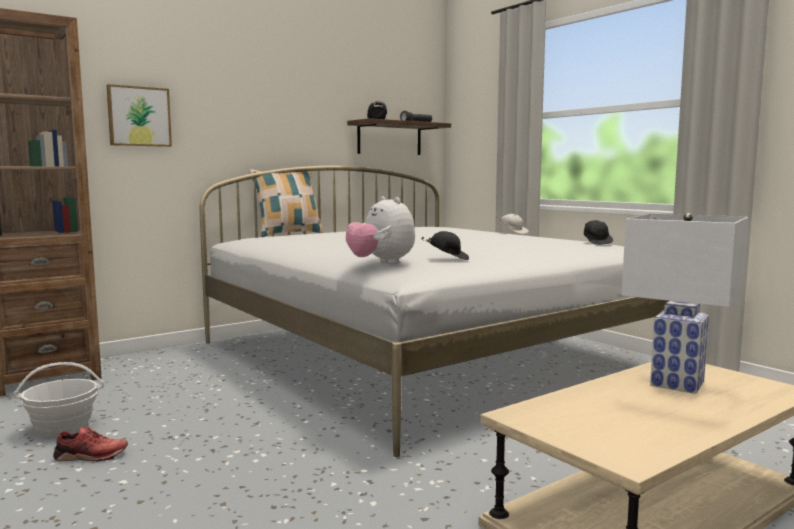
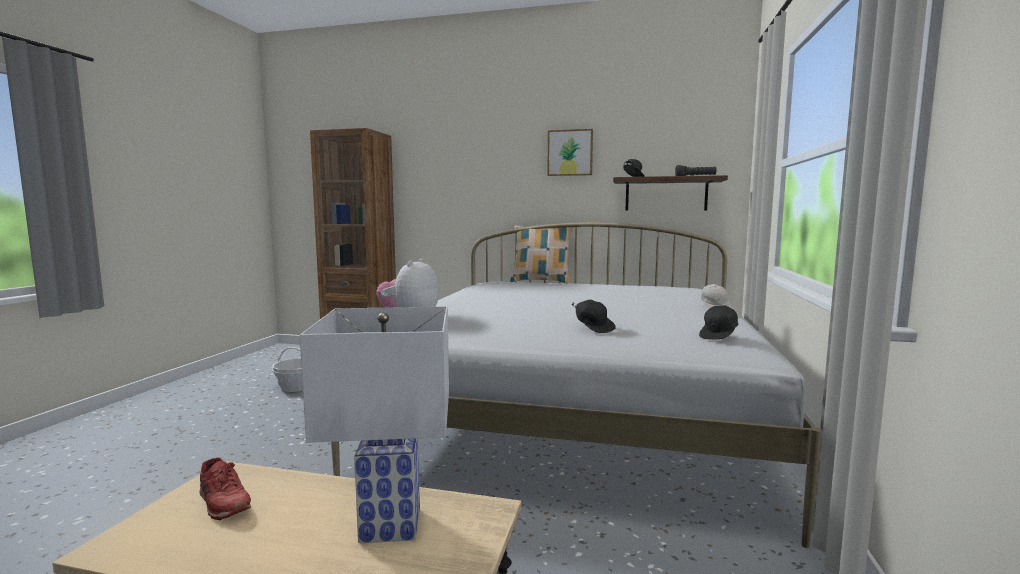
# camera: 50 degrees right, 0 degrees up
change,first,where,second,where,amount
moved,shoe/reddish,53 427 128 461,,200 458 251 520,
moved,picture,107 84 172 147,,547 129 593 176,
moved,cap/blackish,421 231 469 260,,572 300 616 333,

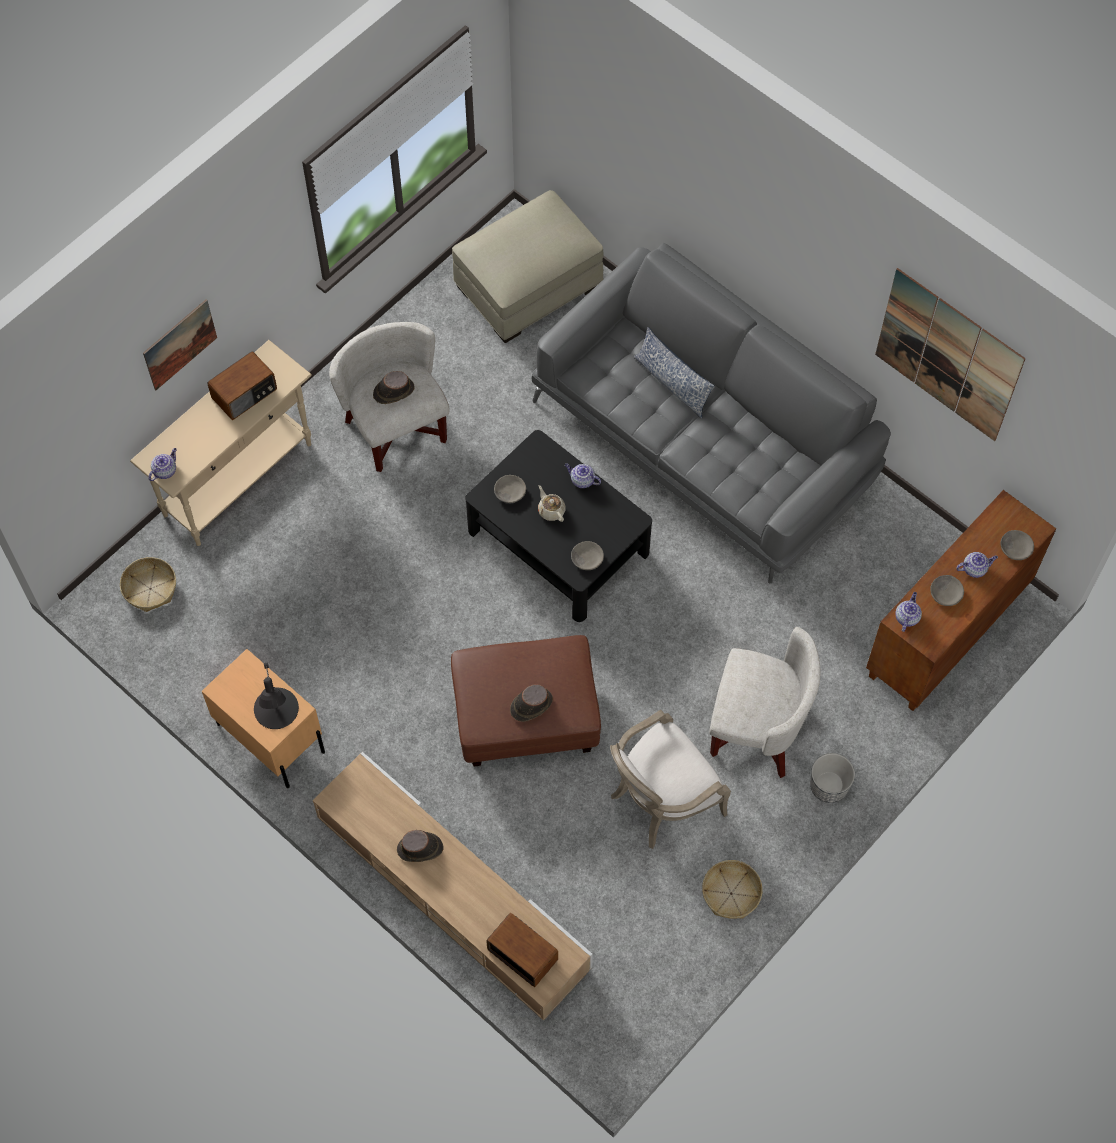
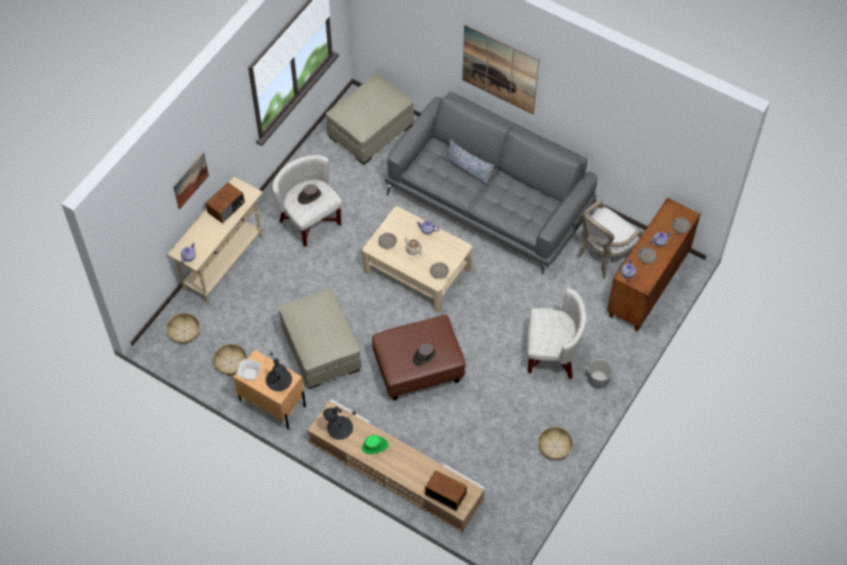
# camera: 10 degrees left, 5 degrees down
change,first,where,second,where,amount
added,,,household basket,213 344 247 376,
added,,,serving bowl,237 359 261 380,
added,,,ottoman/beige-coloured,279 288 362 389,
added,,,tabletop lamp/blackish,323 406 356 440,
moved,lounge chair,610 710 731 849,,576 199 643 278,
moved,picture,875 268 1026 441,,462 25 539 115,
recoloured,clothing hat/brown-coloured,397 830 444 862,clothing hat/greenish,362 435 389 454,
recoloured,lounge table/blackish,465 430 652 622,lounge table/beige-coloured,362 207 472 312,

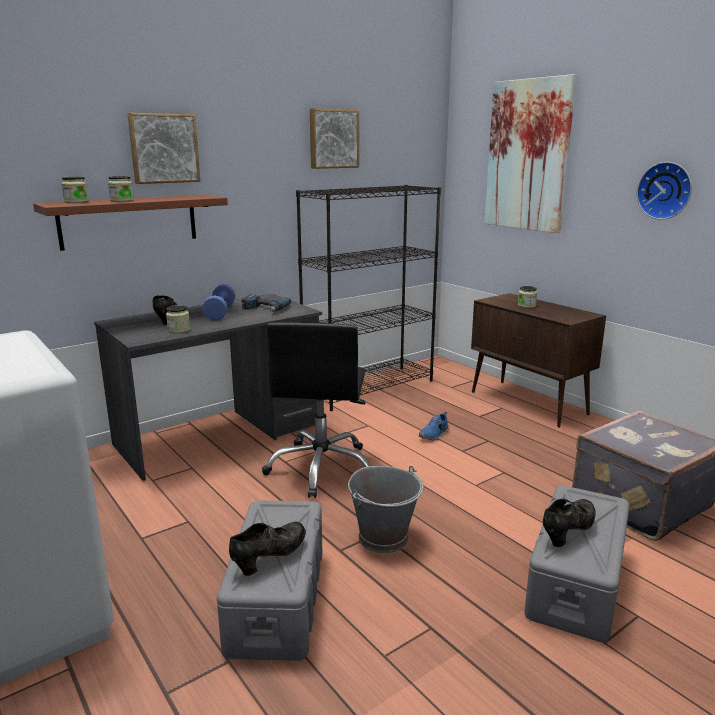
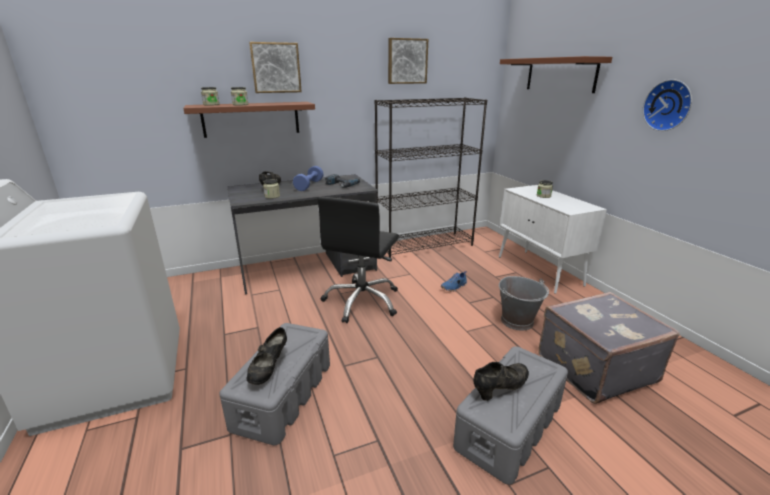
# camera: 15 degrees right, 5 degrees up
change,first,where,second,where,amount
moved,bucket/gray,348 466 424 553,,499 276 549 331,
replaced,picture,485 74 577 233,shelf/brown-coloured,500 56 612 93,
recoloured,storage cabinet/brown-coloured,471 293 606 428,storage cabinet/white,499 185 607 294,
turned,shoe/blackish,229 522 306 576,,247 327 287 385,135 degrees clockwise

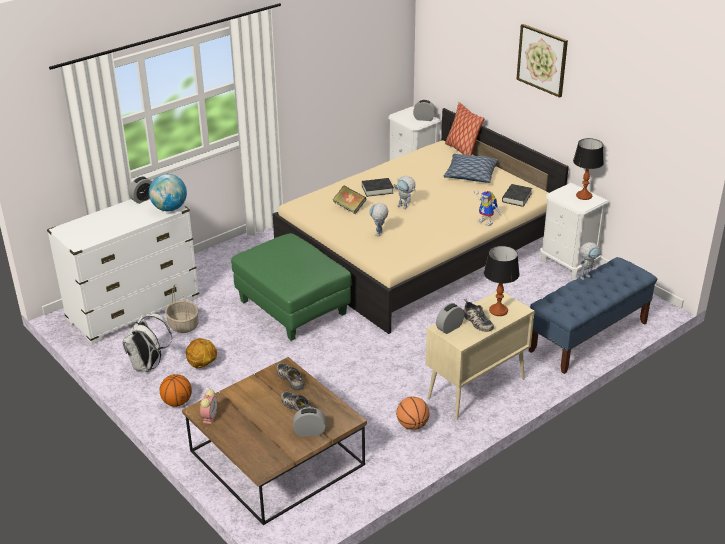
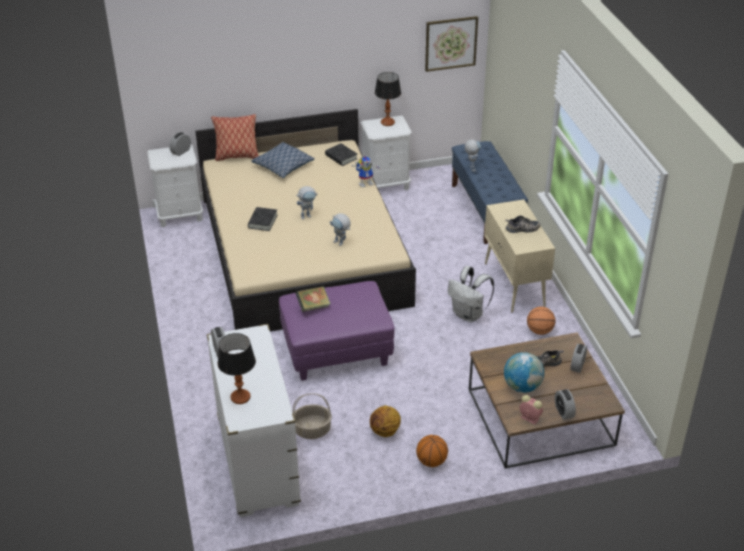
# camera: 65 degrees left, 5 degrees up
change,first,where,second,where,amount
removed,shoe,276 363 304 391,,,
moved,rucksack/white,122 313 172 372,,448 266 494 322,
moved,world globe,149 174 187 211,,504 352 544 393,
moved,book,333 185 367 214,,295 286 331 312,
moved,alarm clock,436 303 464 334,,555 389 576 420,
moved,tabletop lamp,484 246 520 316,,218 333 256 404,
moved,picture,516 24 568 98,,425 16 478 72,
recoloured,ottoman/greenish,231 233 351 341,ottoman/purplish,279 281 395 381,

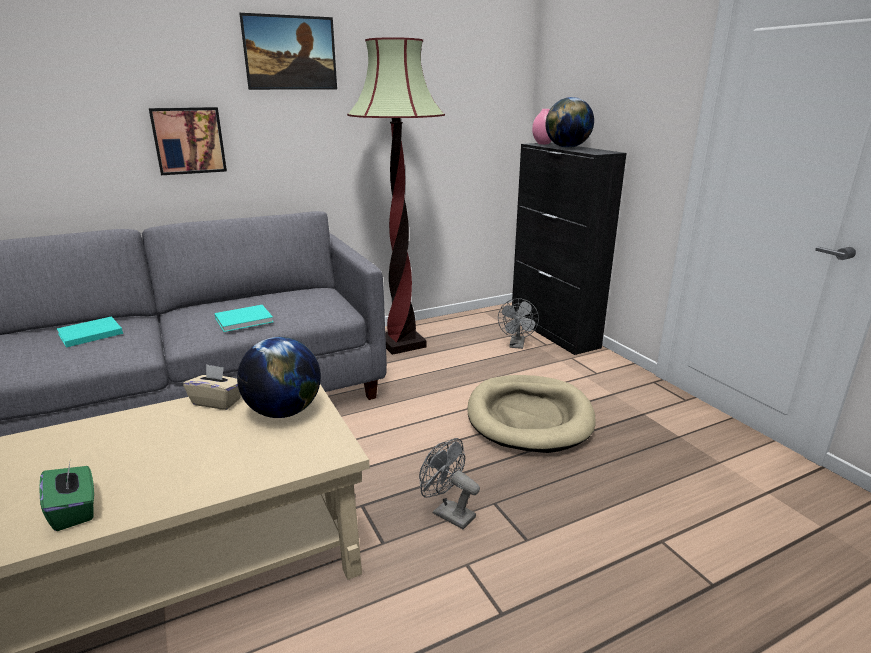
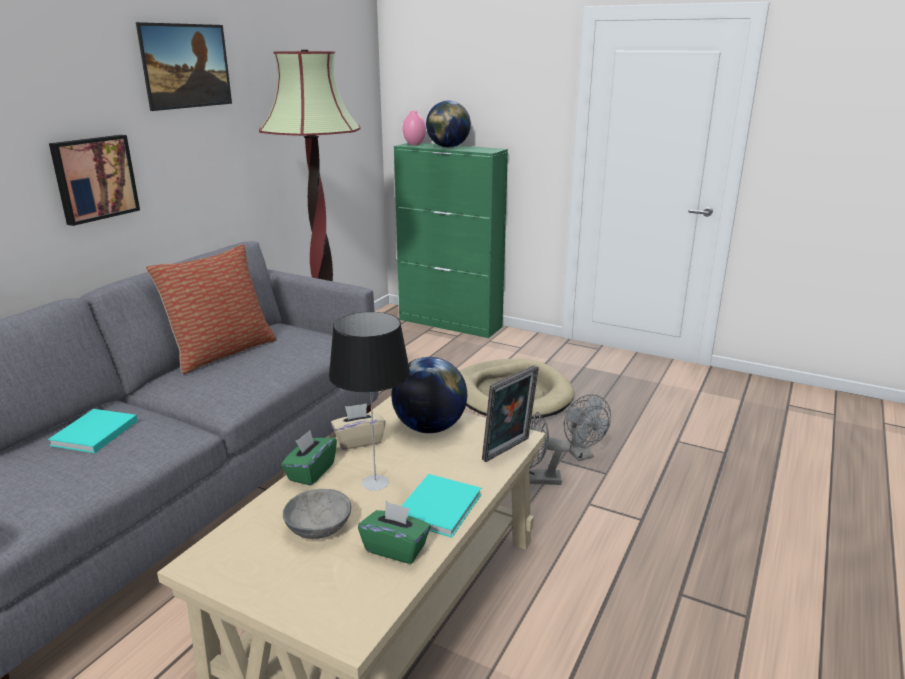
# camera: 35 degrees left, 0 degrees up
change,first,where,second,where,amount
added,,,cushion,146 244 276 374,
added,,,tissue holder/greenish,281 430 337 486,
added,,,serving bowl/gray,283 489 351 539,
added,,,tabletop lamp,329 312 410 491,
added,,,photo frame,482 365 539 462,
moved,book/turquoise-coloured,215 305 273 332,,402 474 481 538,
moved,cooling fan/gray,498 298 539 349,,564 394 611 461,
recoloured,storage cabinet/blackish,512 143 627 355,storage cabinet/greenish,394 143 508 338,

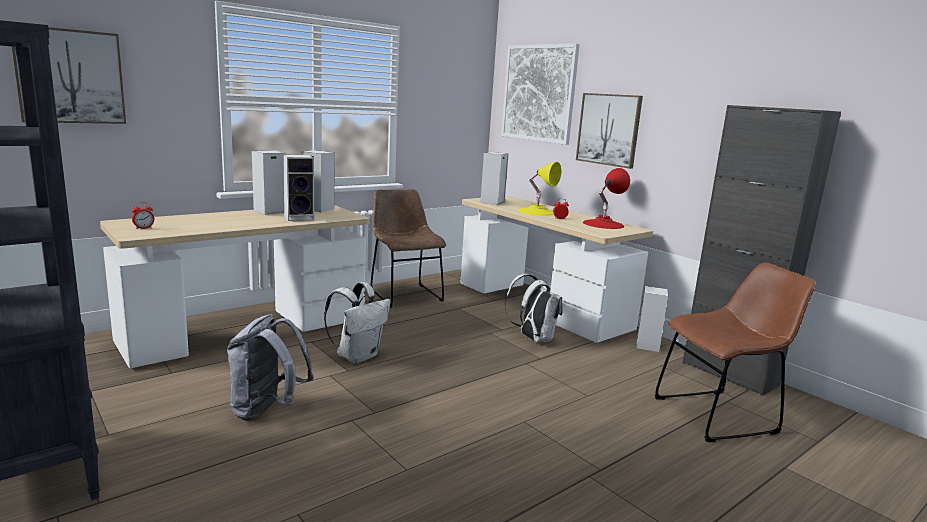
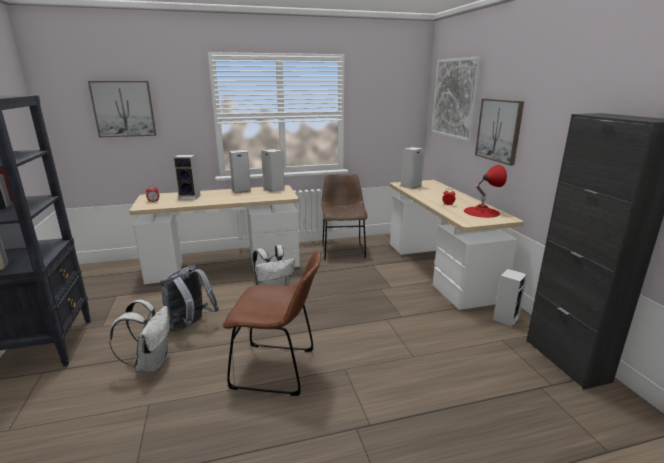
# camera: 25 degrees right, 5 degrees up
change,first,where,second,where,amount
removed,tabletop lamp/yellowish,518 162 562 216,,,
moved,audio speaker,283 155 314 221,,173 155 200 200,
moved,rucksack/white,505 274 563 342,,109 300 170 373,
moved,upright chair/brown-coloured,654 262 816 442,,223 250 321 396,

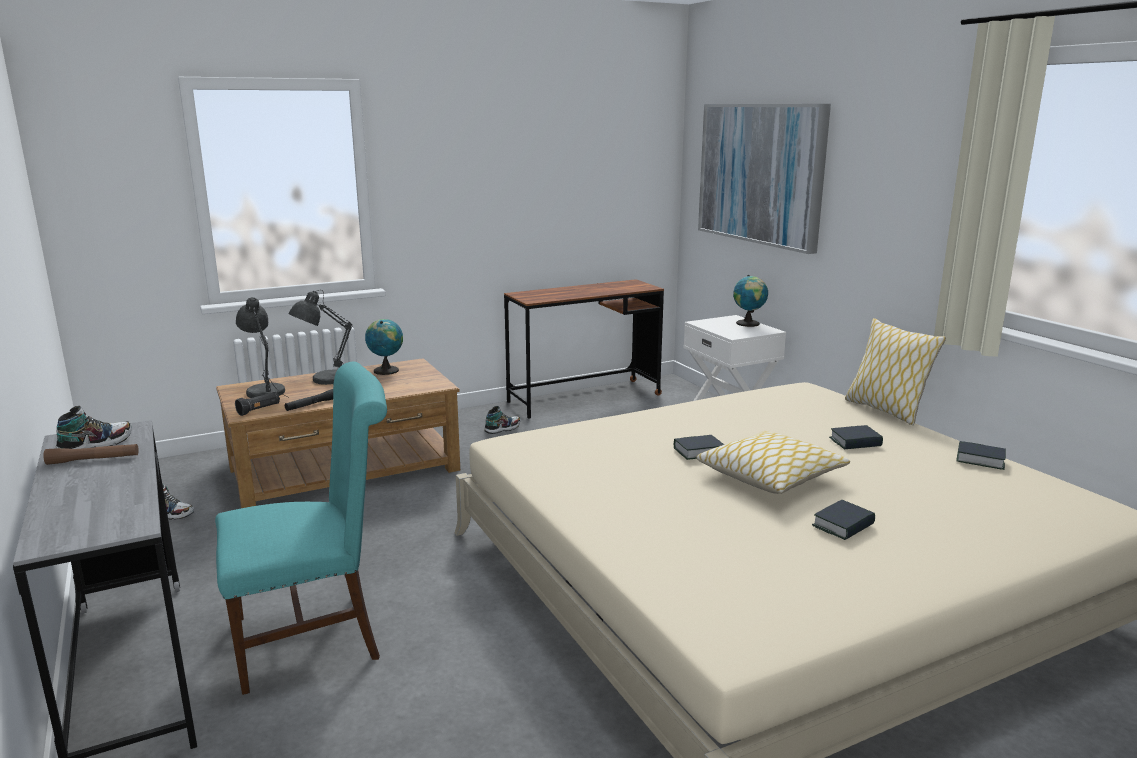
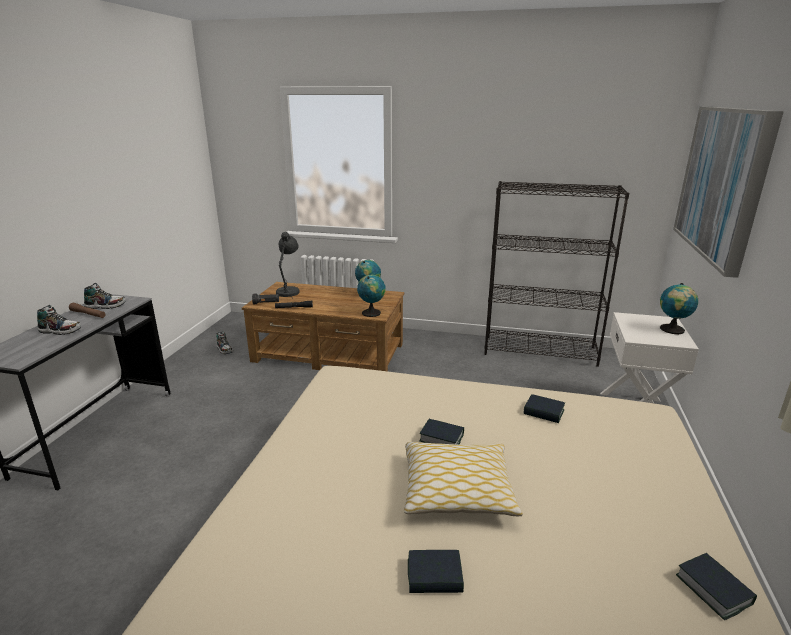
# camera: 40 degrees right, 5 degrees up
change,first,where,second,where,amount
removed,upright chair/turquoise-coloured,215 362 387 695,,,
removed,tabletop lamp/gray,289 290 353 385,,,
removed,cushion,845 318 946 425,,,
added,,,world globe,357 275 386 317,
moved,shoe,484 406 521 434,,37 305 81 335,
moved,book,829 425 883 449,,524 394 565 423,
replaced,desk unit/brown-coloured,504 279 664 419,shelving unit/blackish,484 181 629 367,

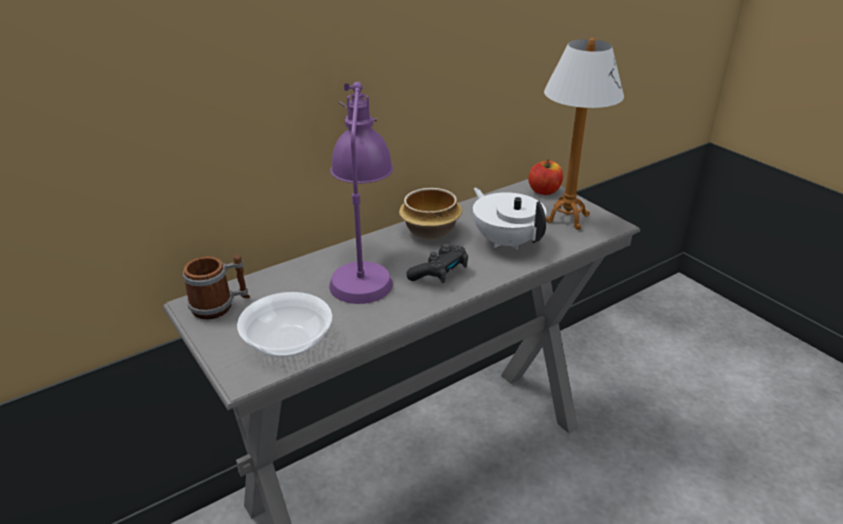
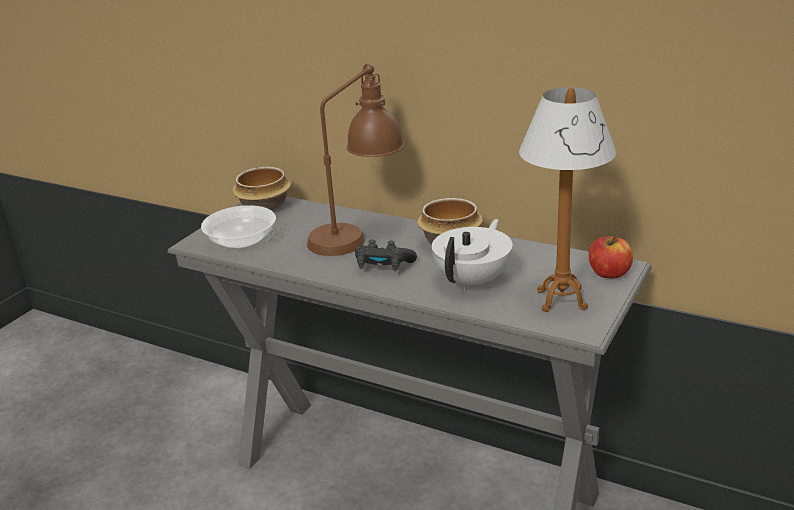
# camera: 65 degrees right, 5 degrees down
change,first,where,second,where,amount
replaced,mug,183 255 250 319,serving bowl,232 167 291 211,
recoloured,tabletop lamp/purplish,329 82 393 304,tabletop lamp/brown-coloured,307 64 405 256,

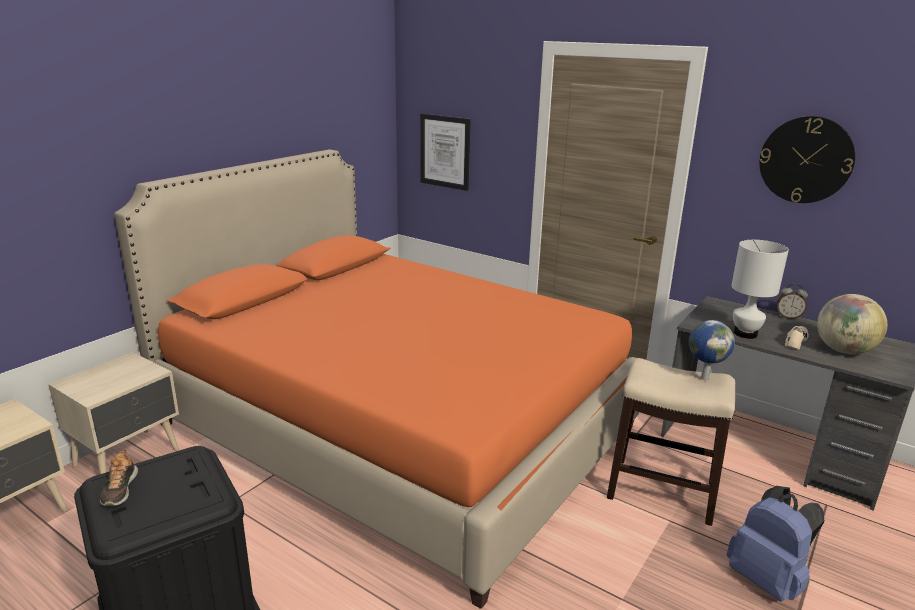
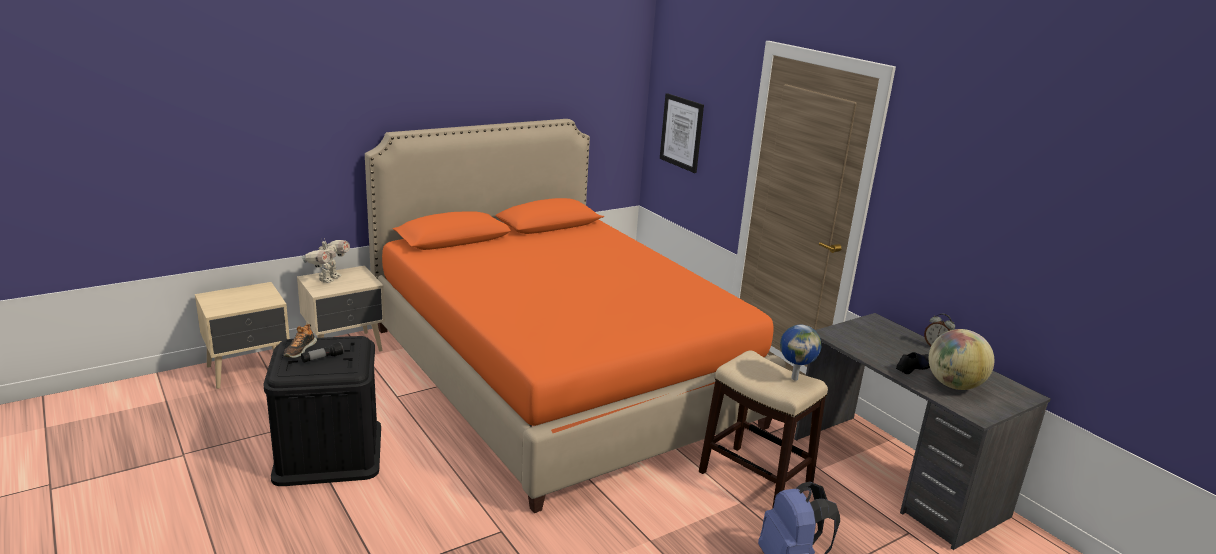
# camera: 20 degrees right, 0 degrees up
change,first,where,second,where,amount
removed,tabletop lamp/white,731 240 789 339,,,
removed,wall clock,759 116 855 203,,,
added,,,flashlight,301 342 344 363,
added,,,robot figure,302 238 350 283,
recoloured,shoe/beige-coloured,785 326 809 350,shoe/blackish,896 352 930 374,

